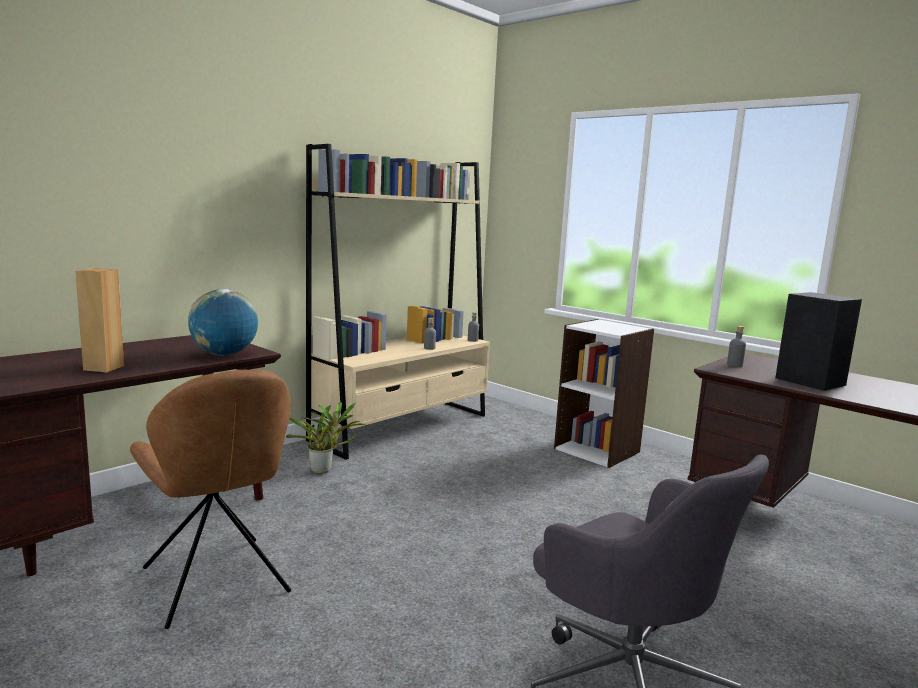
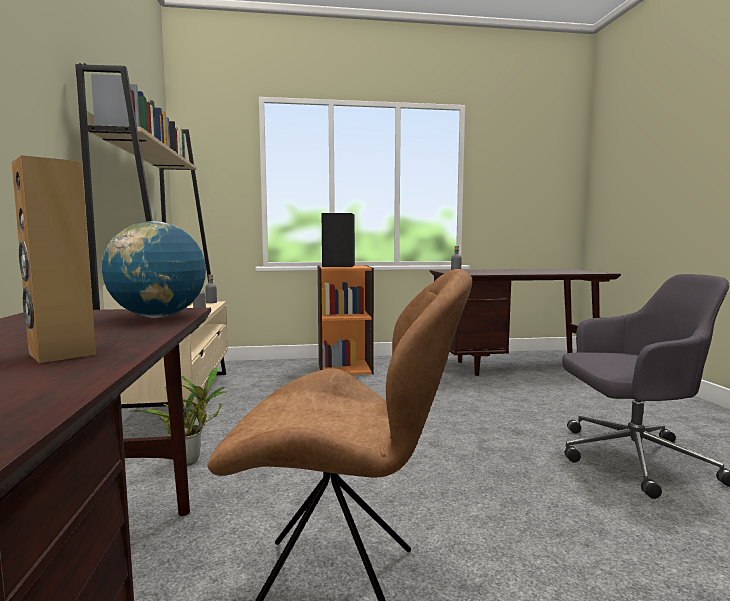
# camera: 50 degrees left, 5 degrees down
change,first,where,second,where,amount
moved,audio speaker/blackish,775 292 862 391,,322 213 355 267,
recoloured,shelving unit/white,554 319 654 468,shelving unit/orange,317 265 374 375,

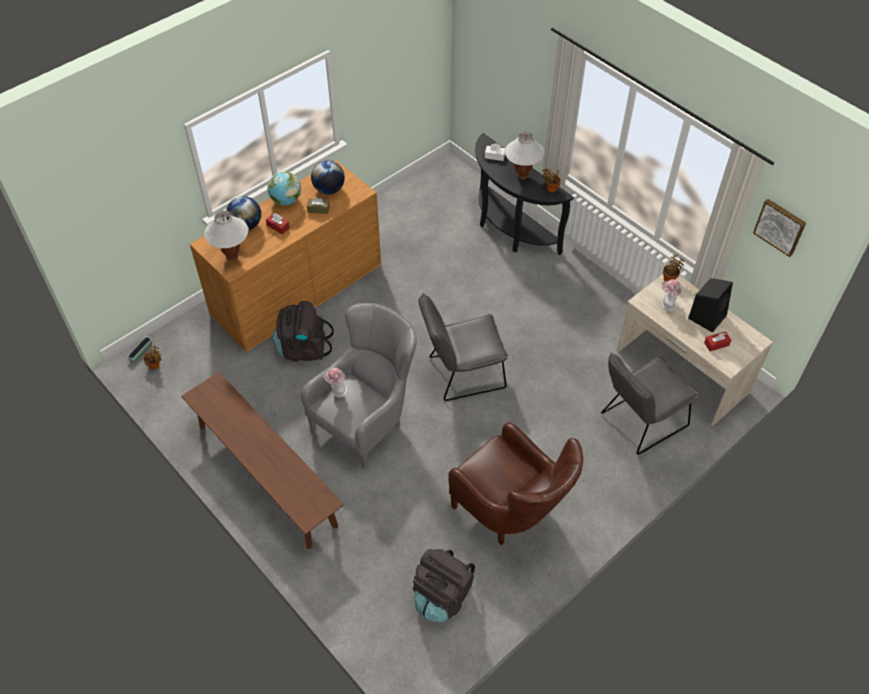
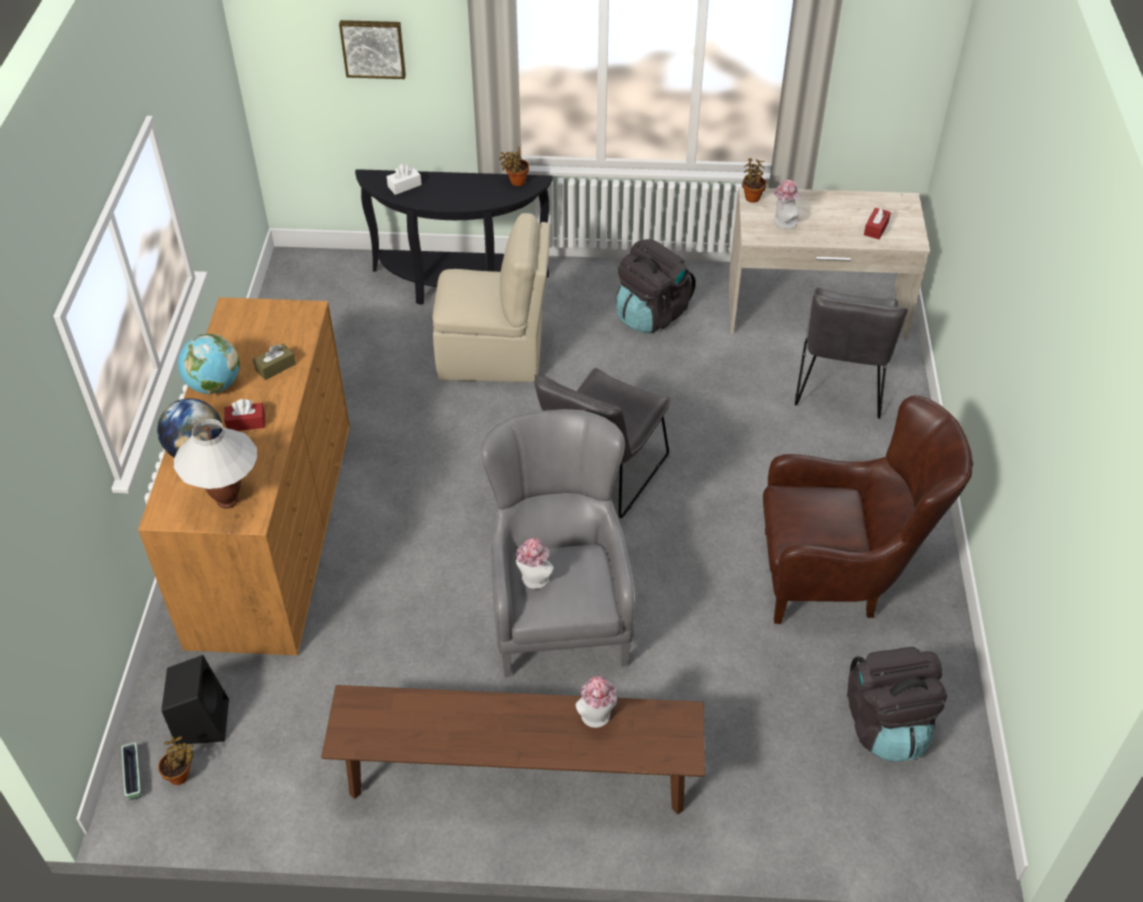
# camera: 45 degrees left, 5 degrees down
change,first,where,second,where,amount
removed,world globe,311 160 345 194,,,
removed,tabletop lamp/white,505 132 544 180,,,
added,,,upright chair/beige-coloured,433 213 550 382,
added,,,clothing hat,575 676 617 728,
moved,rucksack/blackish,272 301 334 361,,616 239 696 333,
moved,audio speaker/blackish,688 278 733 332,,162 655 229 745,
moved,picture,753 199 806 257,,339 20 406 79,

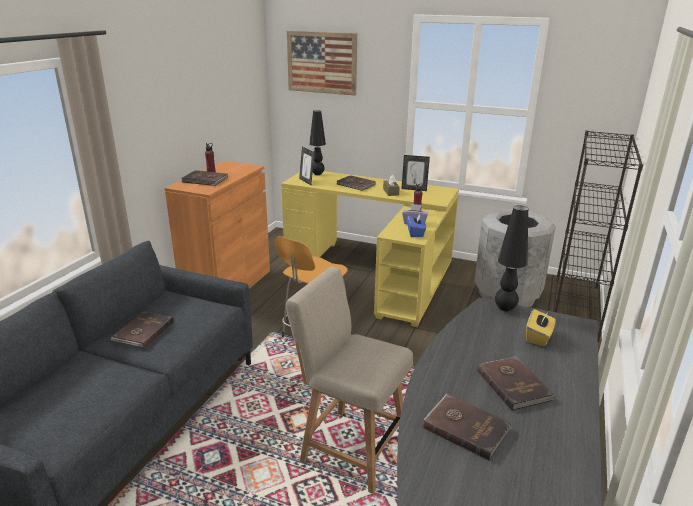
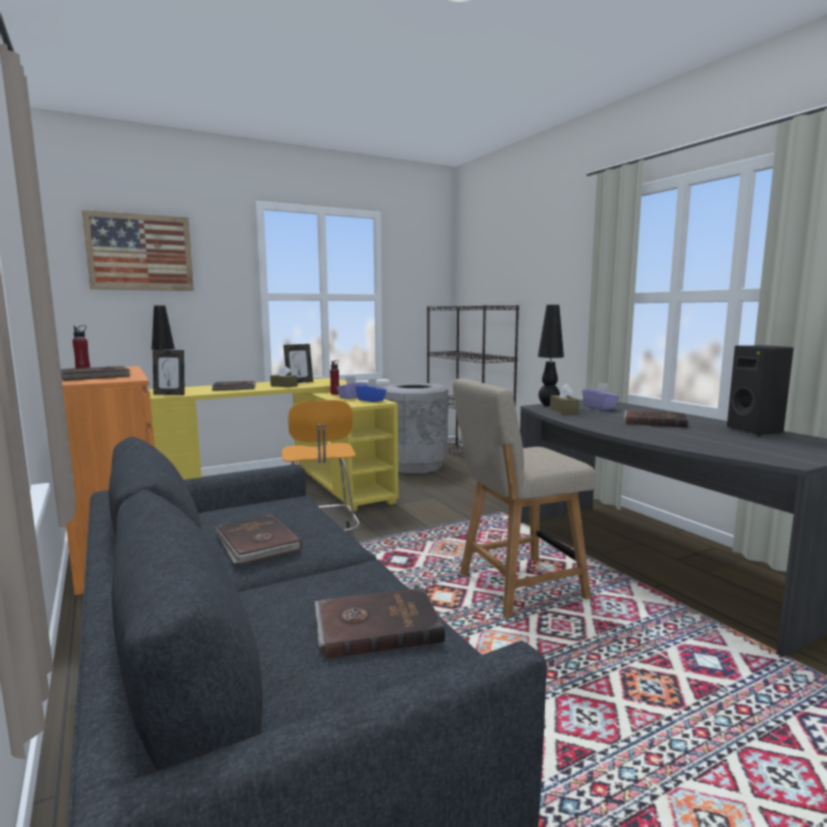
# camera: 50 degrees left, 15 degrees down
change,first,where,second,where,amount
added,,,tissue holder/brown-coloured,550 384 579 414,
added,,,audio speaker/blackish,727 345 794 436,
moved,book/brown-coloured,423 394 512 460,,315 588 445 659,
recoloured,tissue holder/yellowish,526 309 556 346,tissue holder/purplish,582 382 619 410,

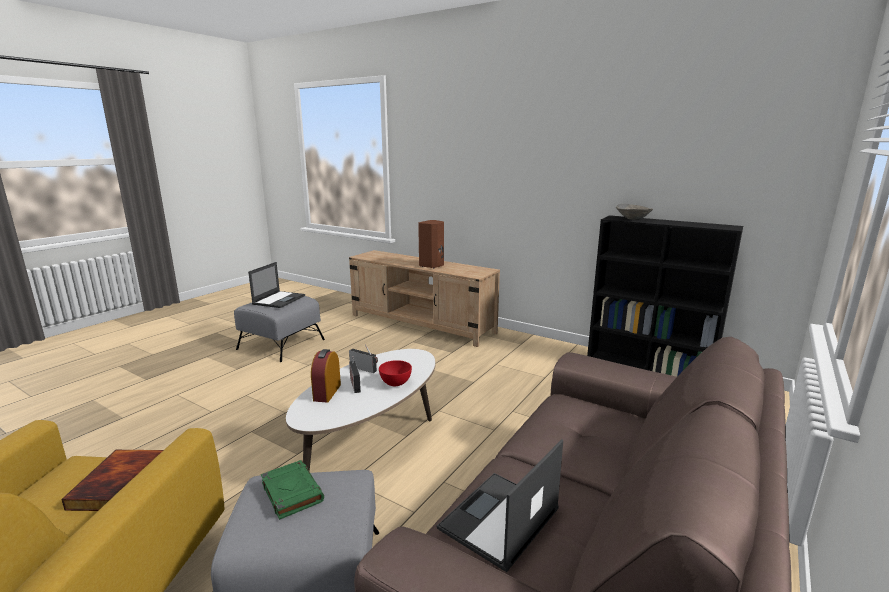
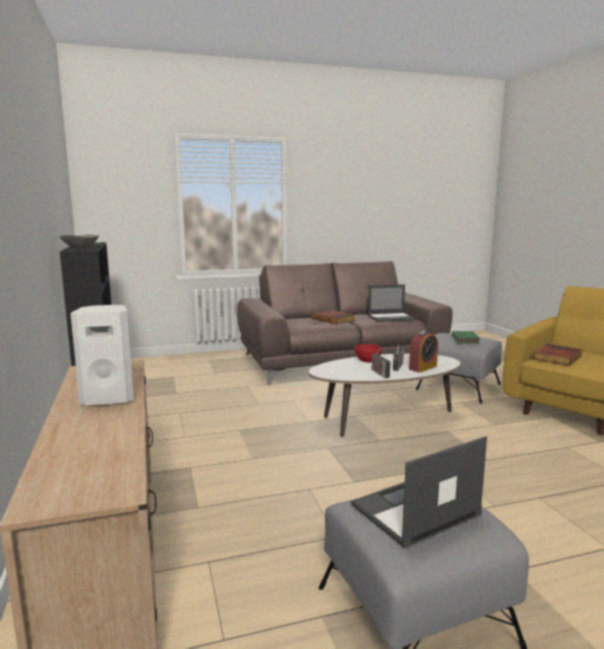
# camera: 140 degrees left, 5 degrees down
change,first,where,second,where,amount
added,,,book,312 310 355 324,
recoloured,audio speaker/brown-coloured,418 220 444 268,audio speaker/white,70 305 134 406,

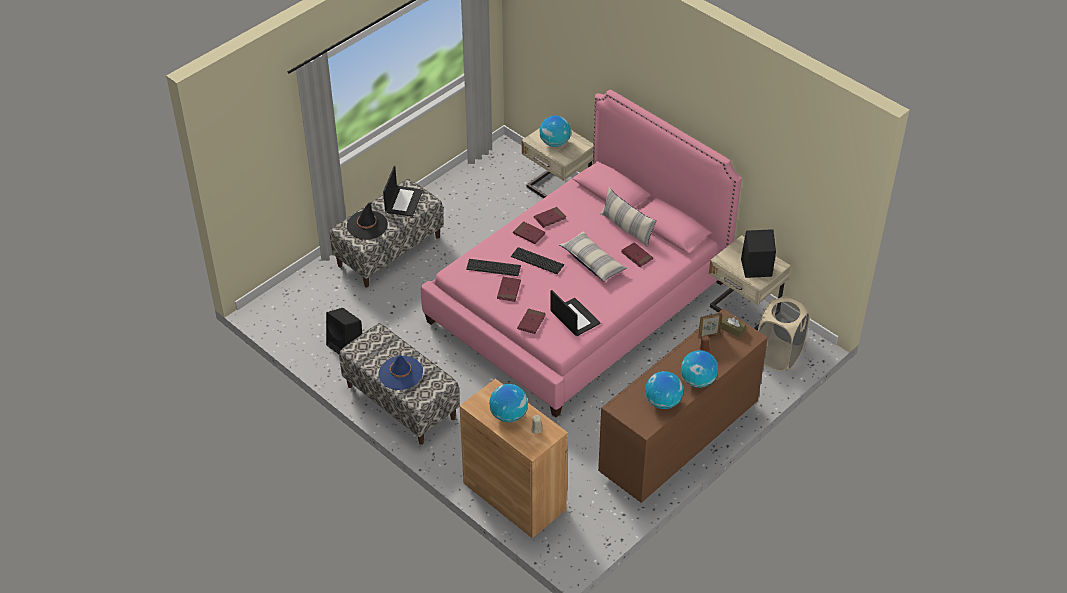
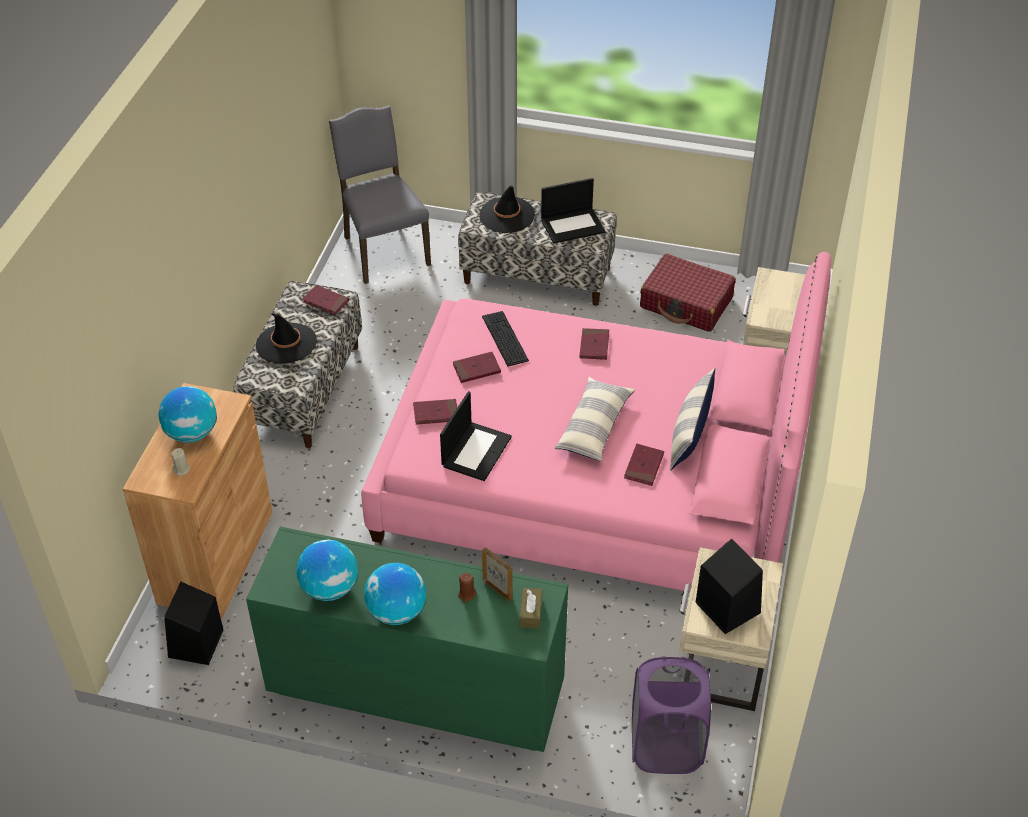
# camera: 60 degrees right, 0 degrees up
change,first,where,second,where,amount
removed,computer keyboard,511 247 564 274,,,
removed,world globe,539 116 571 147,,,
added,,,upright chair/gray,329 105 431 284,
added,,,travel case/reddish,640 254 736 332,
moved,audio speaker/blackish,326 308 362 354,,164 582 223 665,
moved,book/reddish,534 207 566 228,,302 285 349 315,
recoloured,clothing hat/bluish,378 355 423 390,clothing hat/blackish,256 314 317 363,
recoloured,drawer chest/brown-coloured,598 308 768 503,drawer chest/greenish,246 526 568 752,
recoloured,washing basket/beige-coloured,758 296 810 372,washing basket/purplish,632 656 711 774,

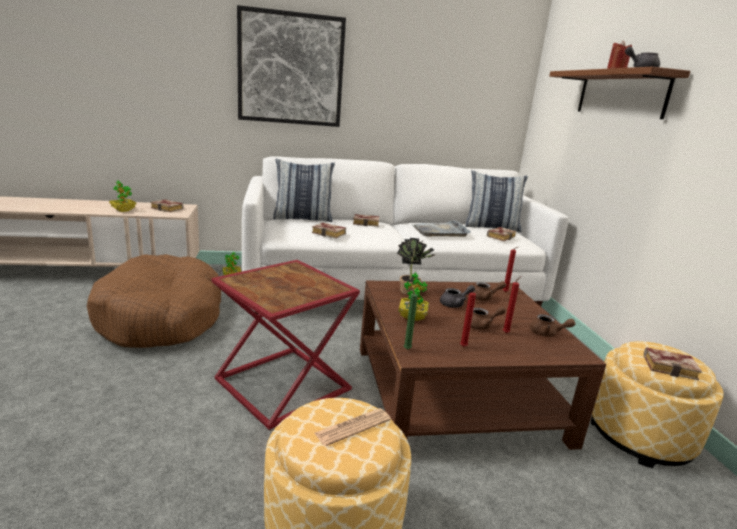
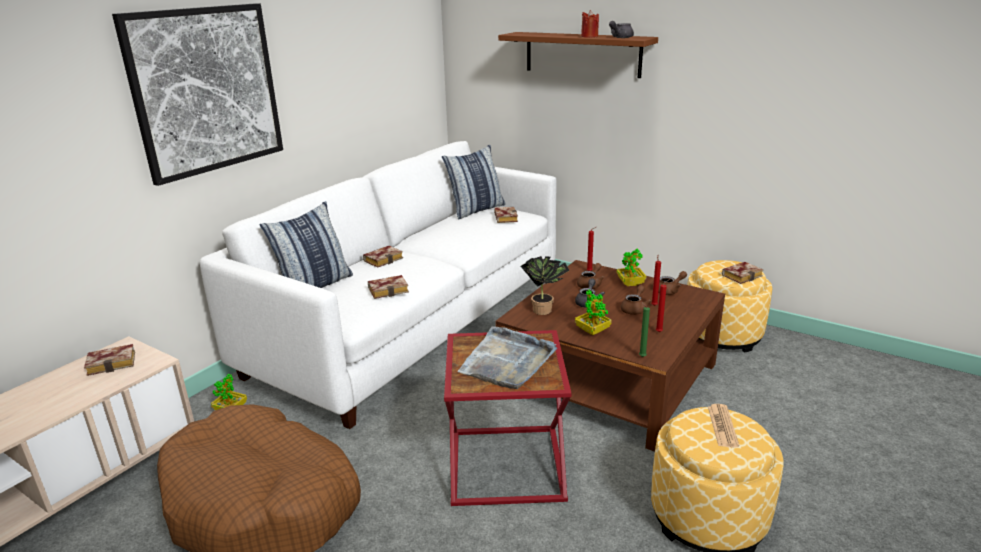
# camera: 45 degrees left, 5 degrees up
change,first,where,second,where,amount
moved,plant in a pot,109 180 136 212,,616 249 646 286,
moved,serving tray/gray,411 220 471 237,,457 326 557 389,

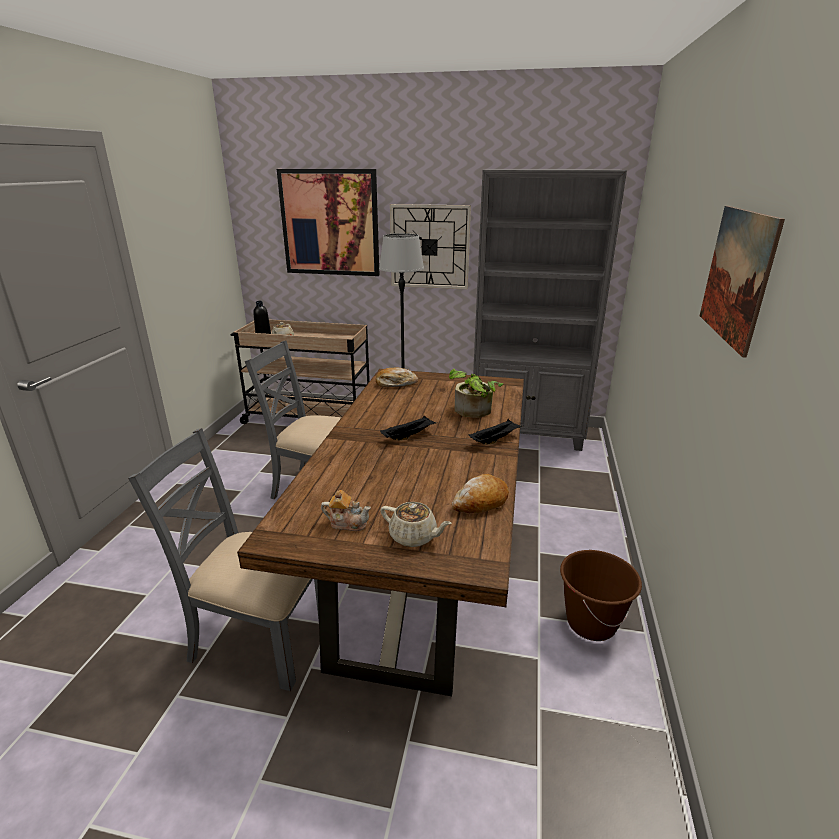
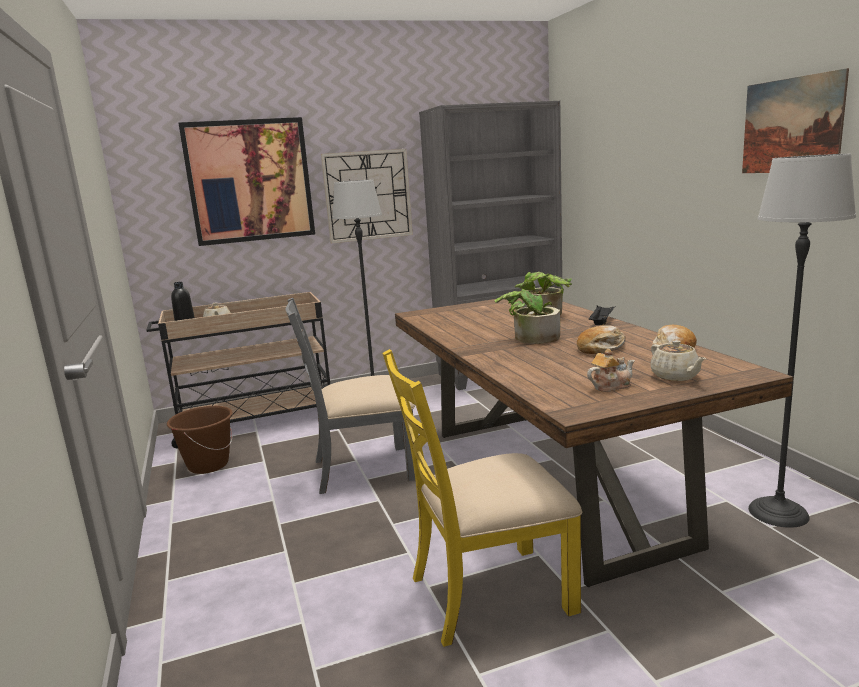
# camera: 30 degrees left, 10 degrees down
change,first,where,second,where,amount
added,,,standing lamp,748 154 856 528,
moved,bakery bread,375 367 418 387,,577 325 626 354,
moved,bucket/brown-coloured,560 550 642 641,,167 406 233 474,
replaced,serving tray/blackish,380 416 436 441,plant in a pot,495 281 560 344,
recoloured,upright chair/gray,128 428 319 691,upright chair/yellowish,382 349 582 647,
turned,pot for tea/beige-coloured,380 502 452 547,,650 340 706 381,75 degrees clockwise

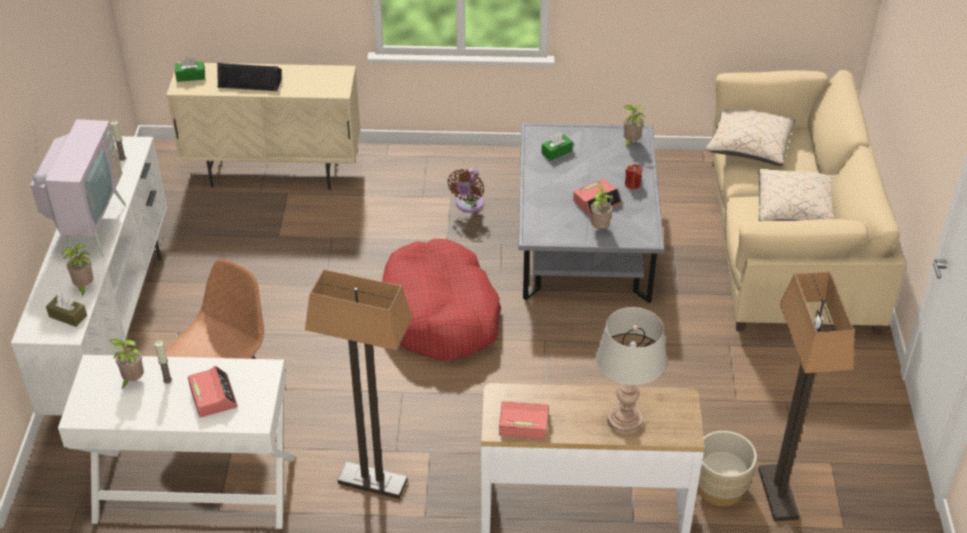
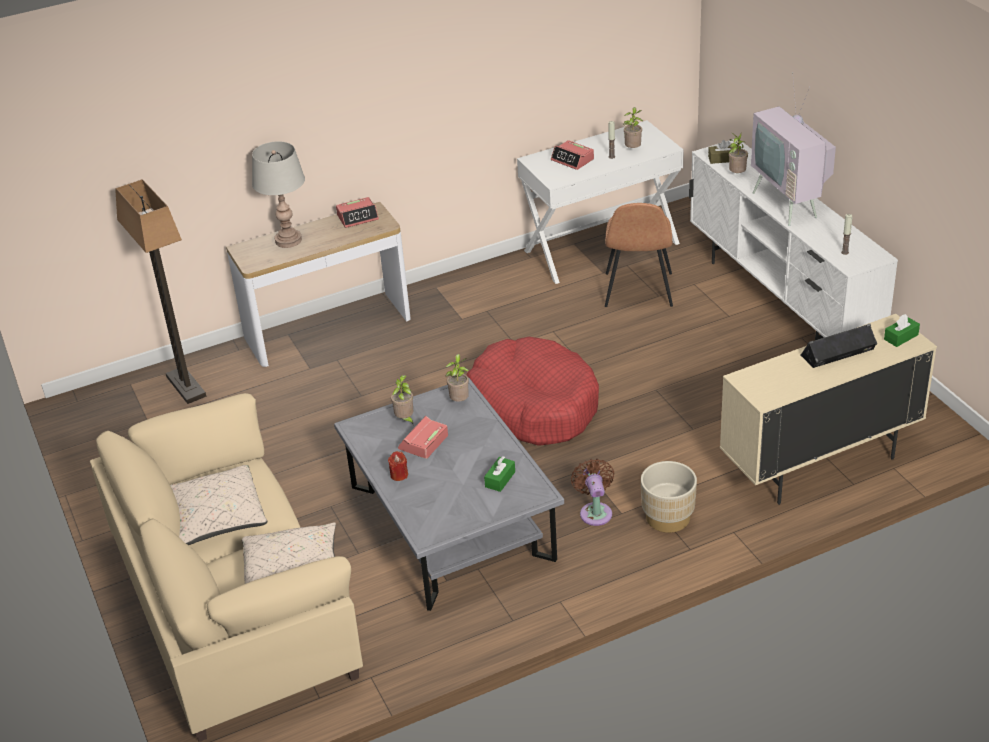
# camera: 155 degrees right, 5 degrees down
change,first,where,second,where,amount
removed,standing lamp,305 269 412 499,,,
moved,plant in a pot,624 105 645 149,,446 354 469 402,
moved,flower pot/beige-coloured,698 431 757 507,,641 461 697 533,

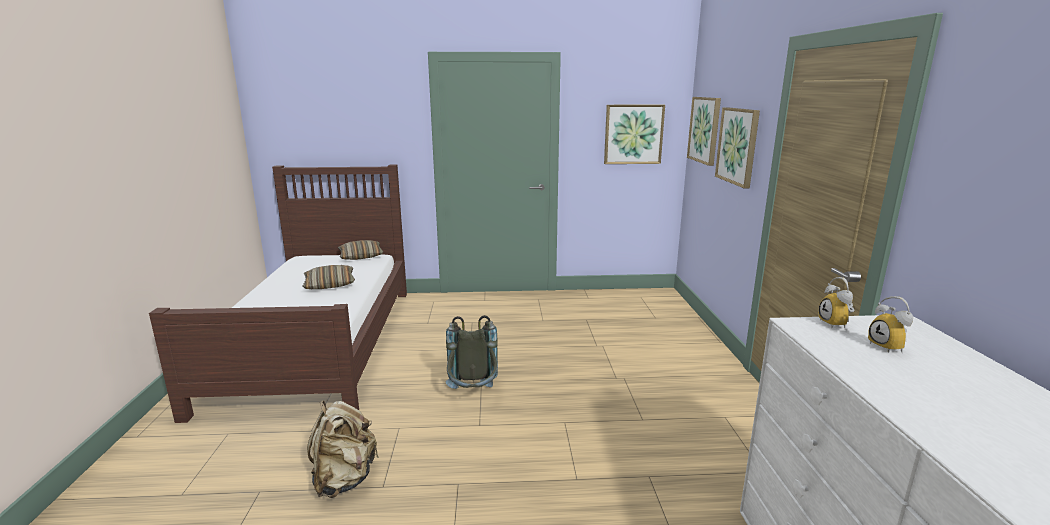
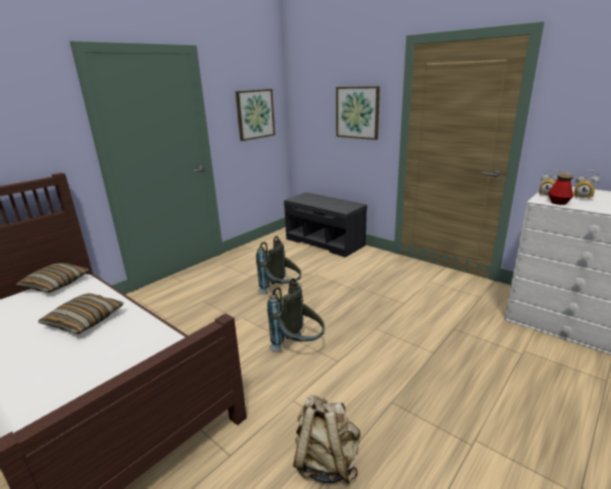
# camera: 45 degrees left, 5 degrees up
change,first,where,second,where,amount
removed,picture,687 97 721 166,,,
added,,,rucksack/gray,256 236 301 293,
added,,,bench/gray,284 192 367 257,
added,,,drink bottle,548 173 574 205,

